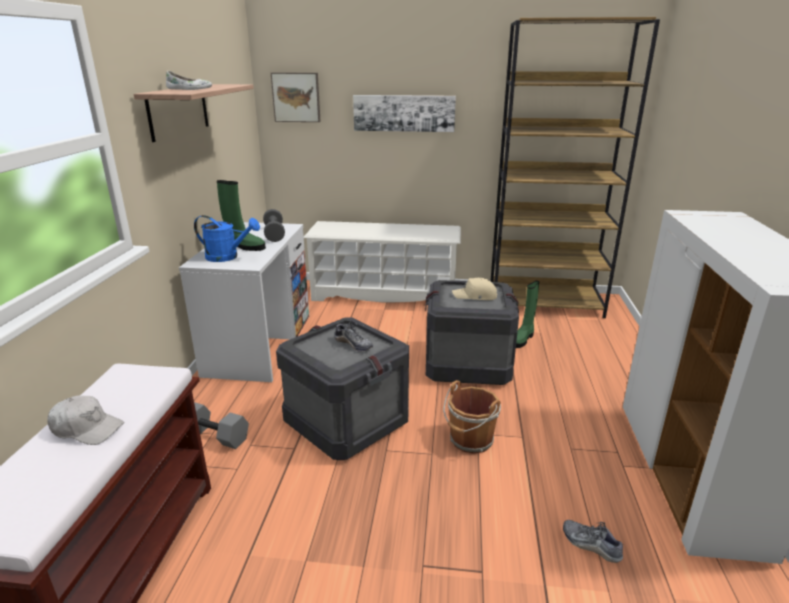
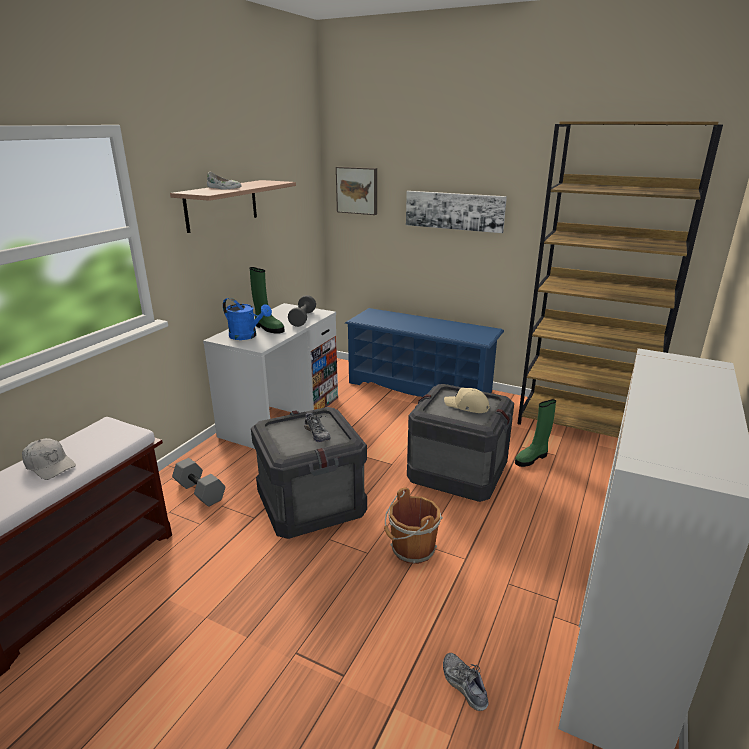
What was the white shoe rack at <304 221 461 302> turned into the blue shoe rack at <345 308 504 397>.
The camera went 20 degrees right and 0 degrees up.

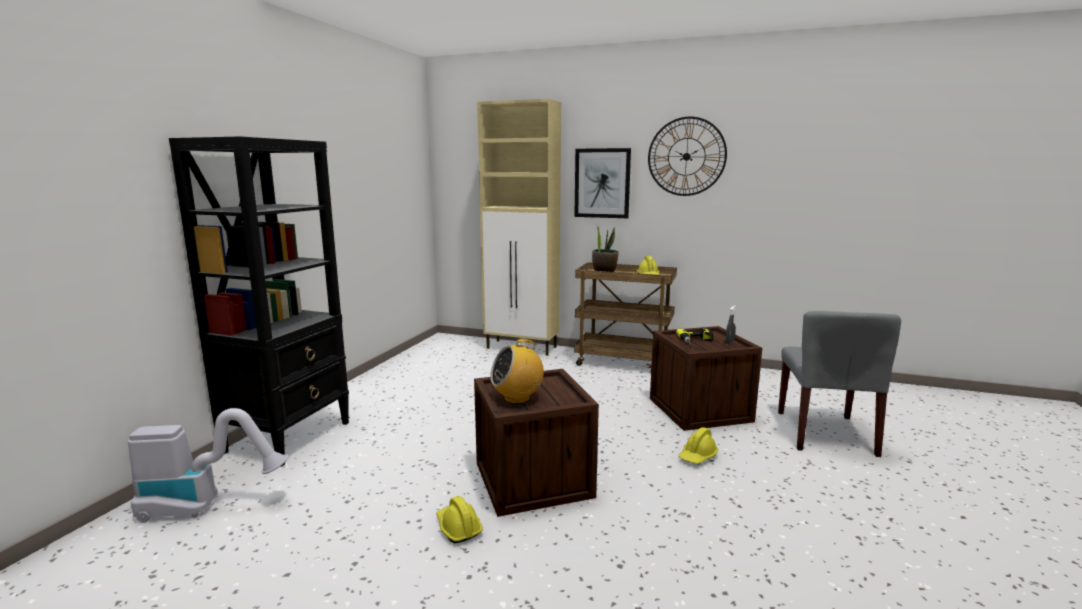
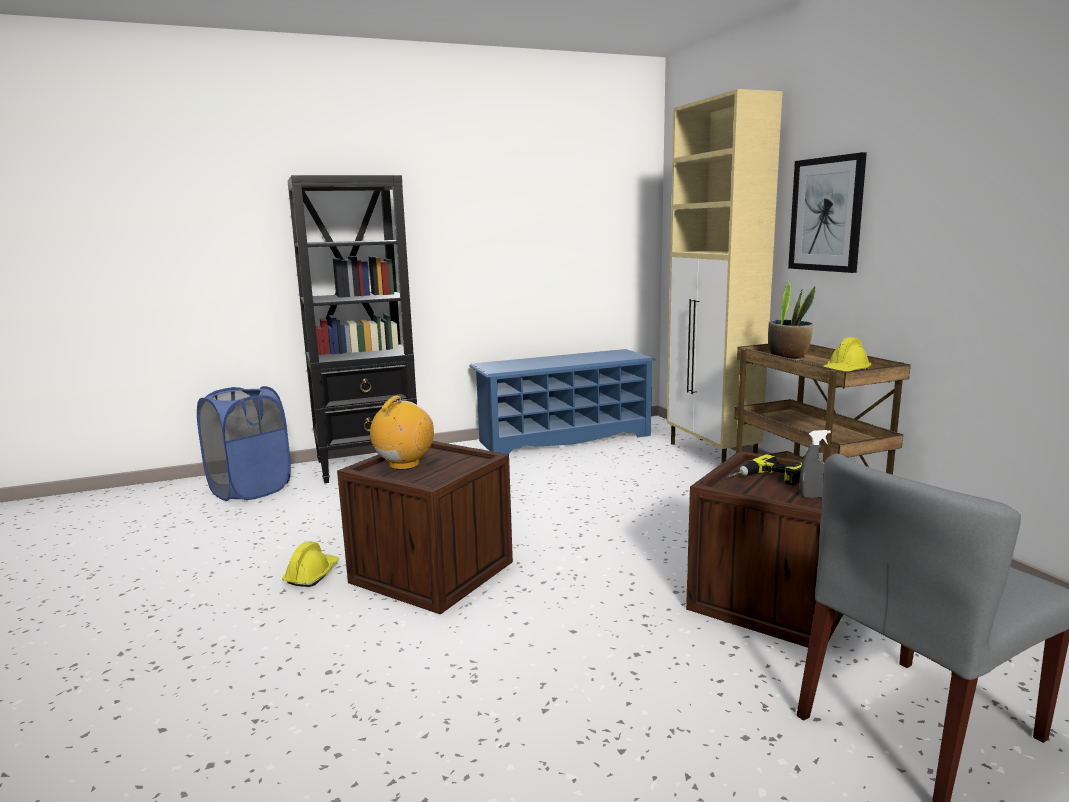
Where the vacuum cleaner stood at <128 408 289 523>, the blue laundry basket came to stand at <197 386 291 501>.
The radio at <490 339 544 404> ended up facing another way, 90 degrees clockwise from before.
The second view gained the blue shoe rack at <469 349 656 454>.
The second view lost the wall clock at <648 116 727 196>.
The second view lost the yellow hard hat at <678 427 718 464>.
The camera went 50 degrees right and 0 degrees up.

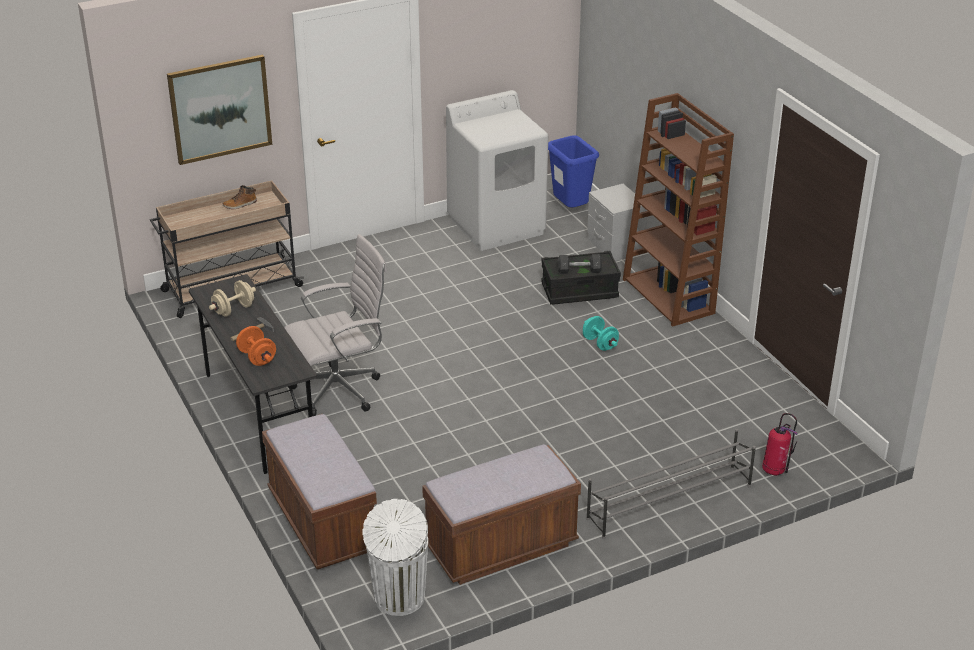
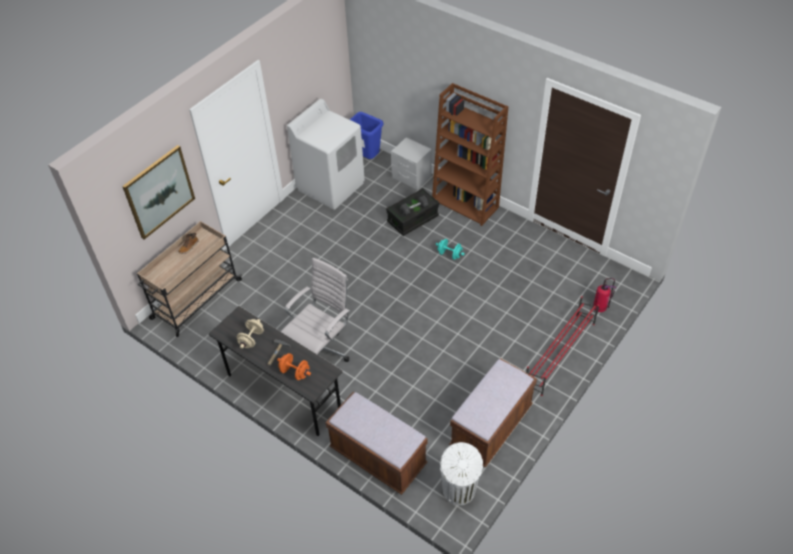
What was the grey shoe rack at <586 429 756 539> turned into the red shoe rack at <526 296 599 396>.
The camera went 25 degrees left and 15 degrees up.

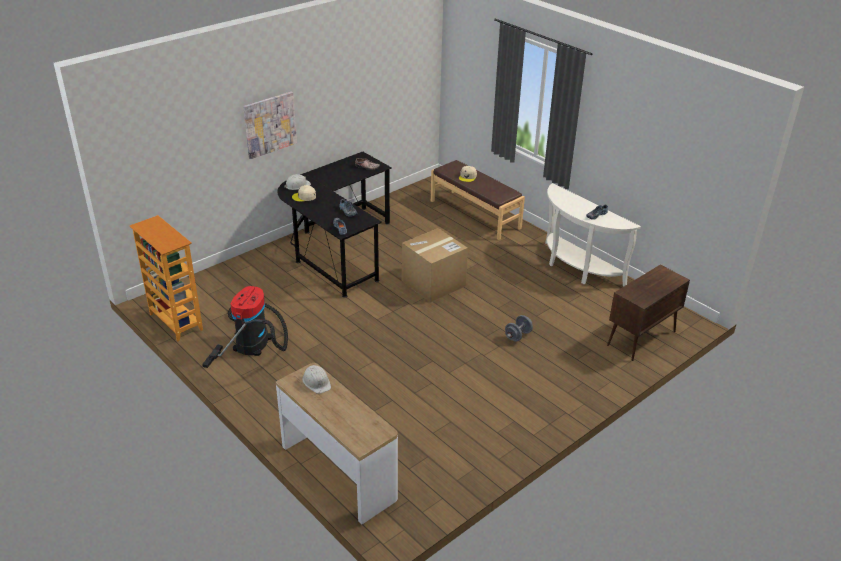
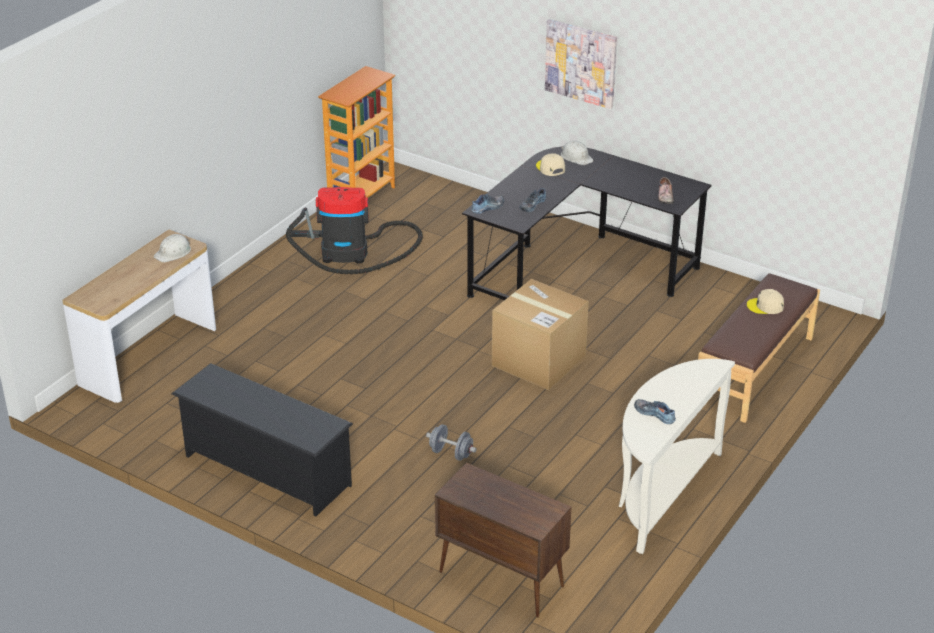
The second view gained the black shoe rack at <171 363 353 517>.
The camera went 75 degrees right and 0 degrees up.

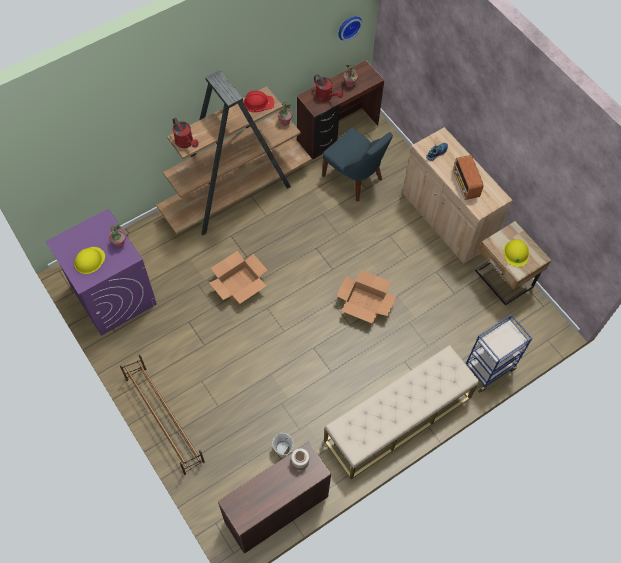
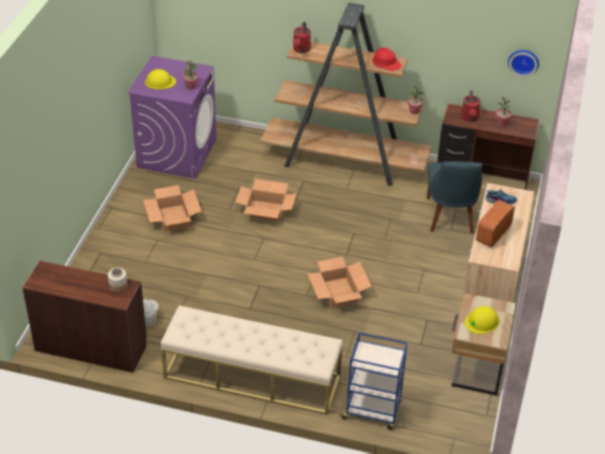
The second view gained the cardboard box at <143 185 202 232>.
The second view lost the brown shoe rack at <120 355 205 475>.
The camera went 50 degrees right and 20 degrees down.

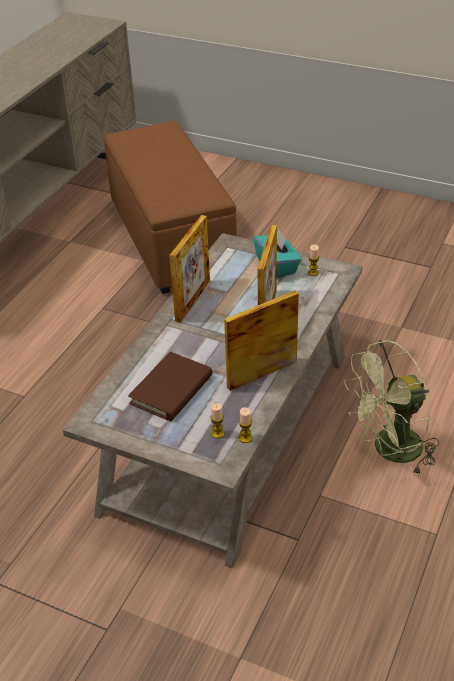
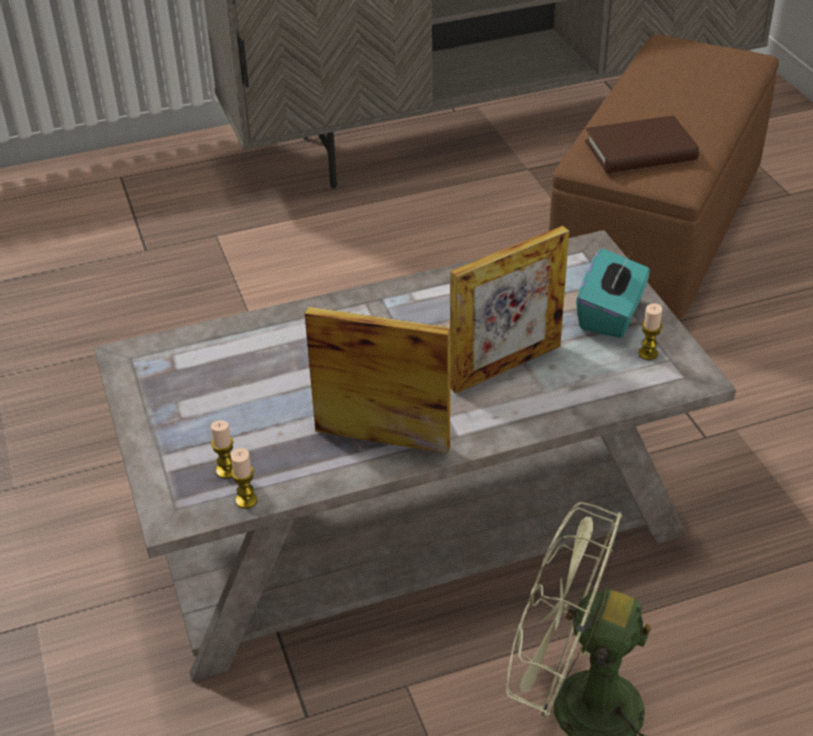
The brown book ended up elsewhere, having gone from <128 352 212 421> to <585 115 699 173>.
The second view lost the picture frame at <169 215 210 323>.
The camera went 45 degrees right and 0 degrees up.

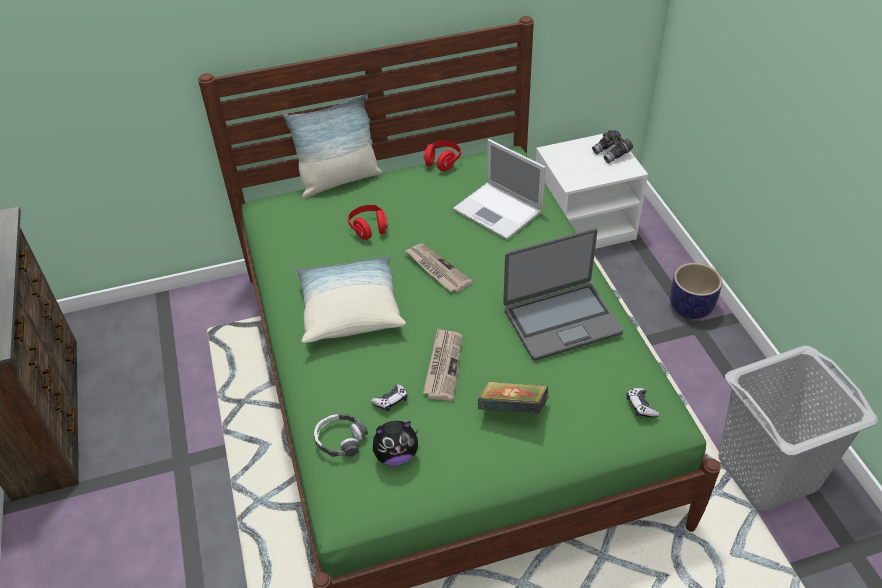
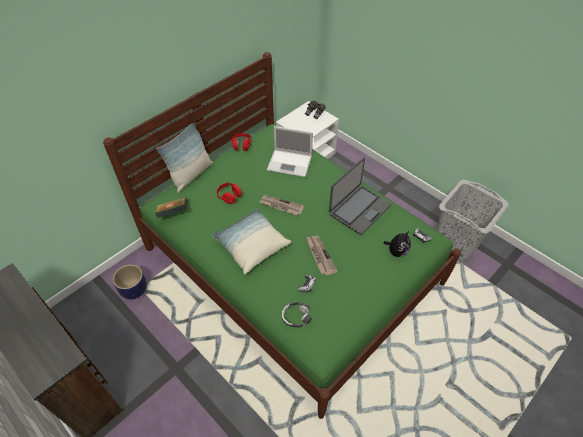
The planter ended up elsewhere, having gone from <670 263 722 319> to <112 264 147 299>.
The book ended up elsewhere, having gone from <478 382 549 414> to <155 197 188 218>.
The plush toy ended up elsewhere, having gone from <373 421 418 466> to <383 231 411 257>.
The camera went 30 degrees left and 5 degrees up.

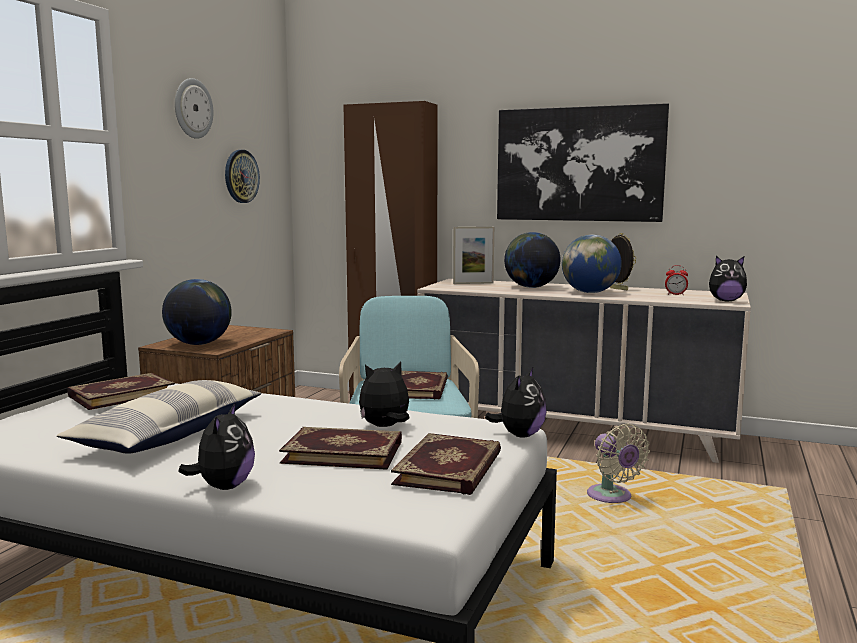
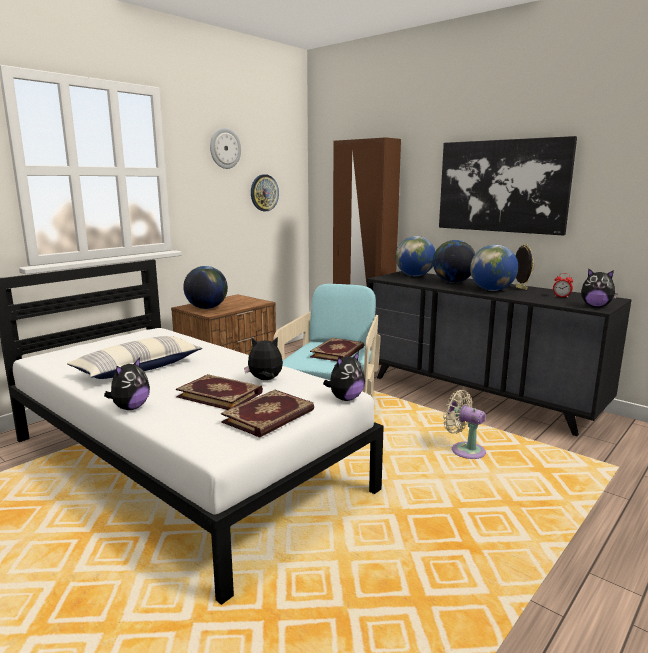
What was the beige dresser at <417 279 751 463> turned into the black dresser at <367 271 632 436>.
Where the picture frame stood at <453 227 494 284>, the globe came to stand at <395 236 435 276>.
The beige fan at <587 424 650 503> ended up facing another way, 135 degrees clockwise from before.
The second view lost the book at <67 373 175 410>.
The camera went 20 degrees right and 5 degrees up.

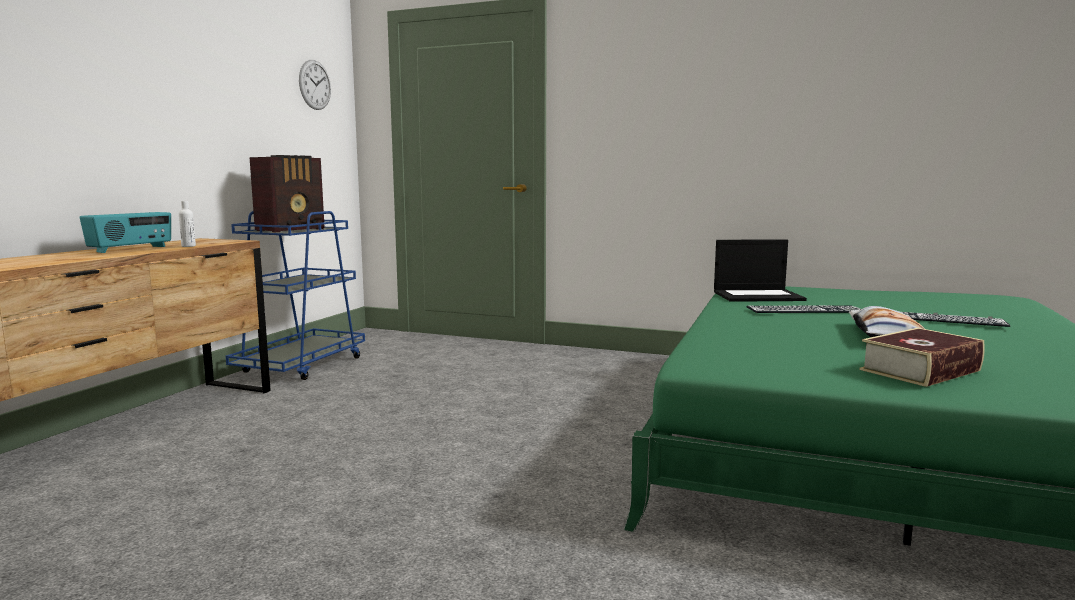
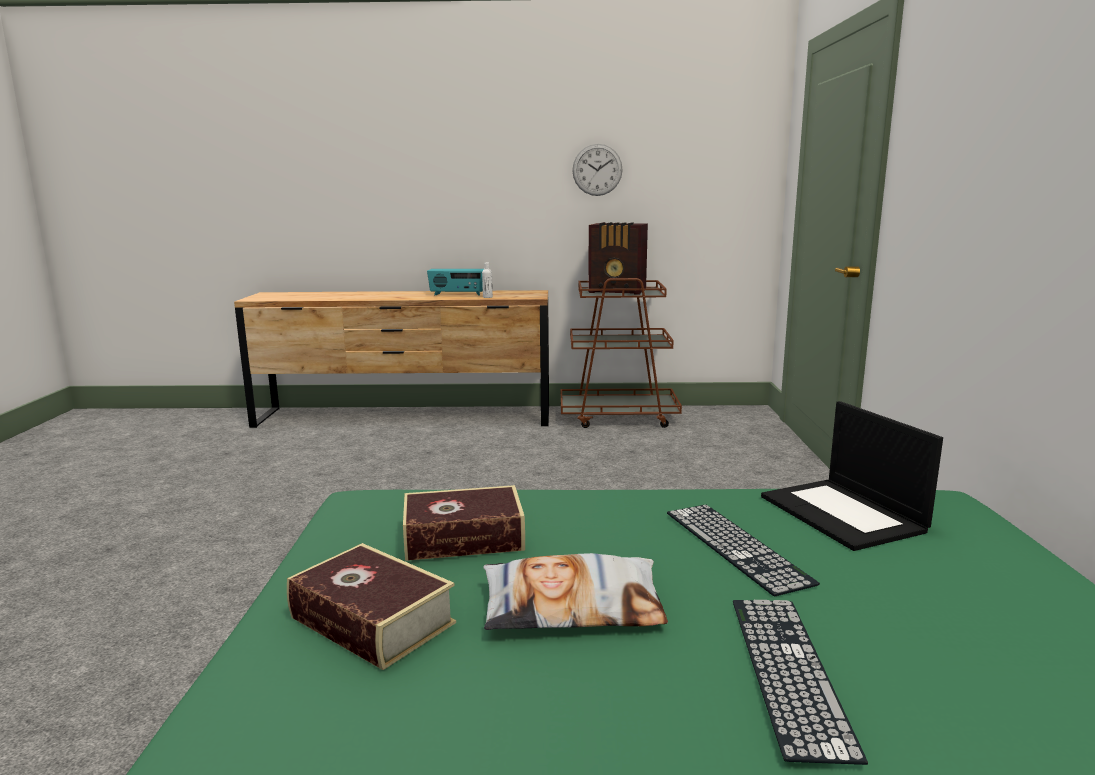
The second view gained the book at <403 485 525 561>.
What was the blue cart at <226 211 365 380> turned into the brown cart at <561 278 682 428>.
The wall clock ended up elsewhere, having gone from <299 60 331 110> to <572 144 623 196>.
The camera went 70 degrees right and 5 degrees up.

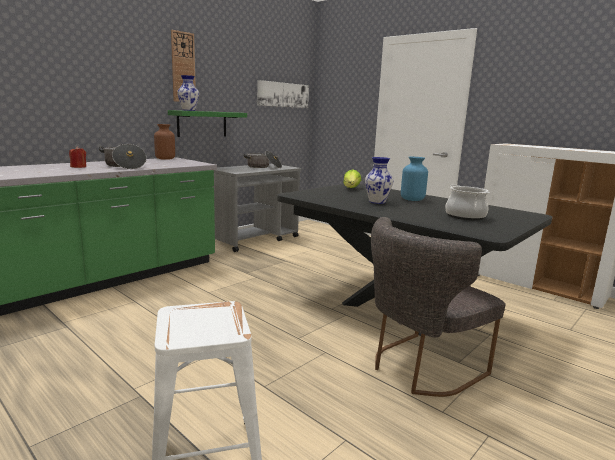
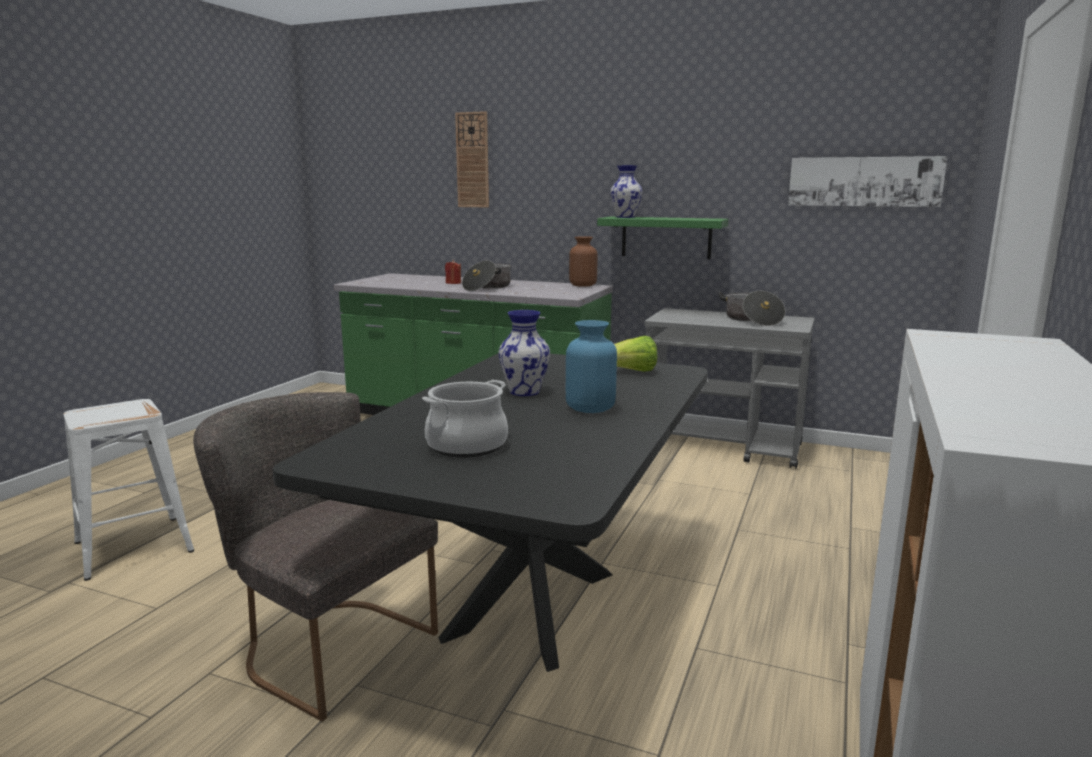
The wall clock ended up elsewhere, having gone from <171 30 196 102> to <455 111 489 208>.
The camera went 70 degrees right and 0 degrees up.

